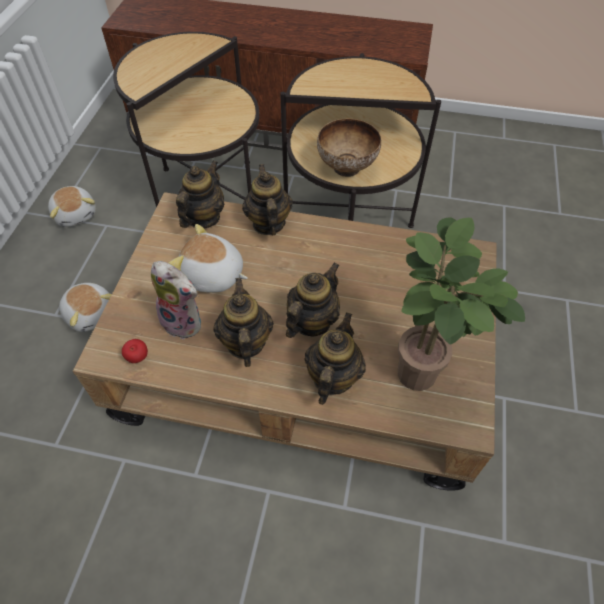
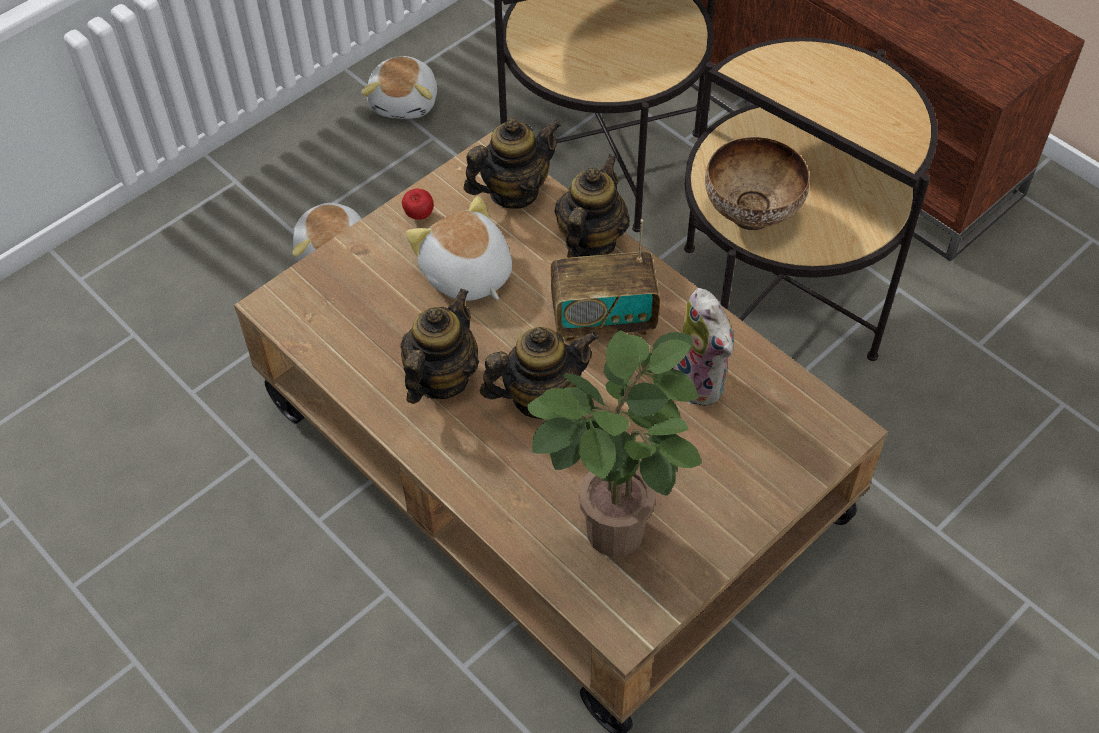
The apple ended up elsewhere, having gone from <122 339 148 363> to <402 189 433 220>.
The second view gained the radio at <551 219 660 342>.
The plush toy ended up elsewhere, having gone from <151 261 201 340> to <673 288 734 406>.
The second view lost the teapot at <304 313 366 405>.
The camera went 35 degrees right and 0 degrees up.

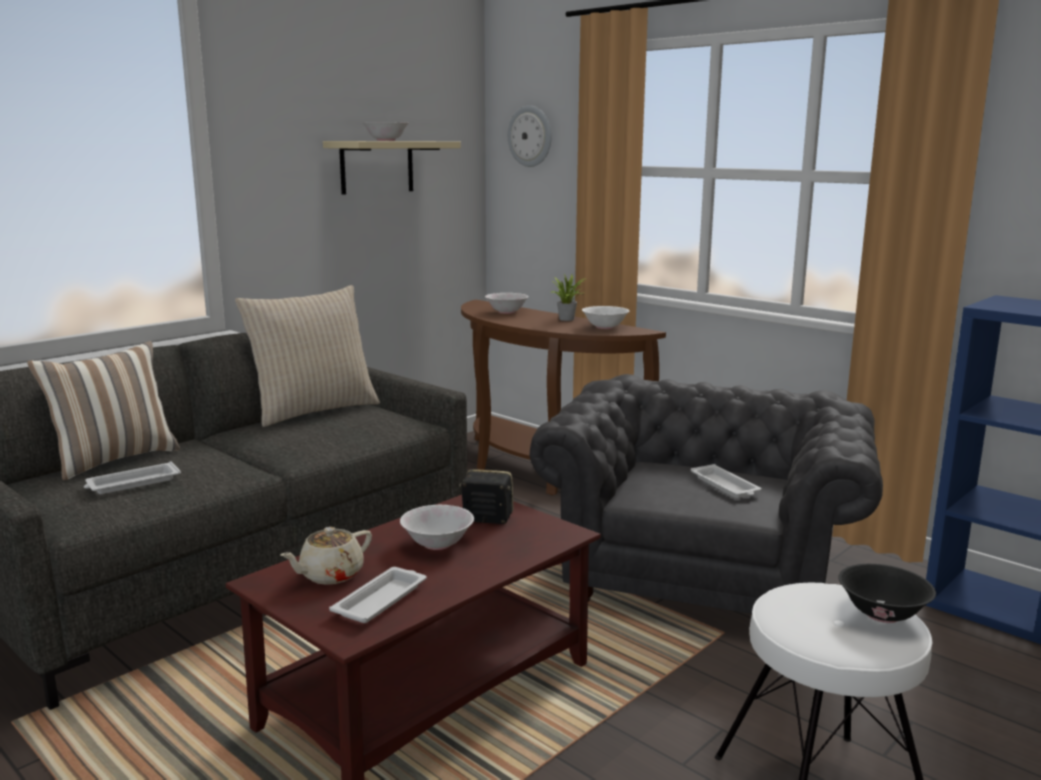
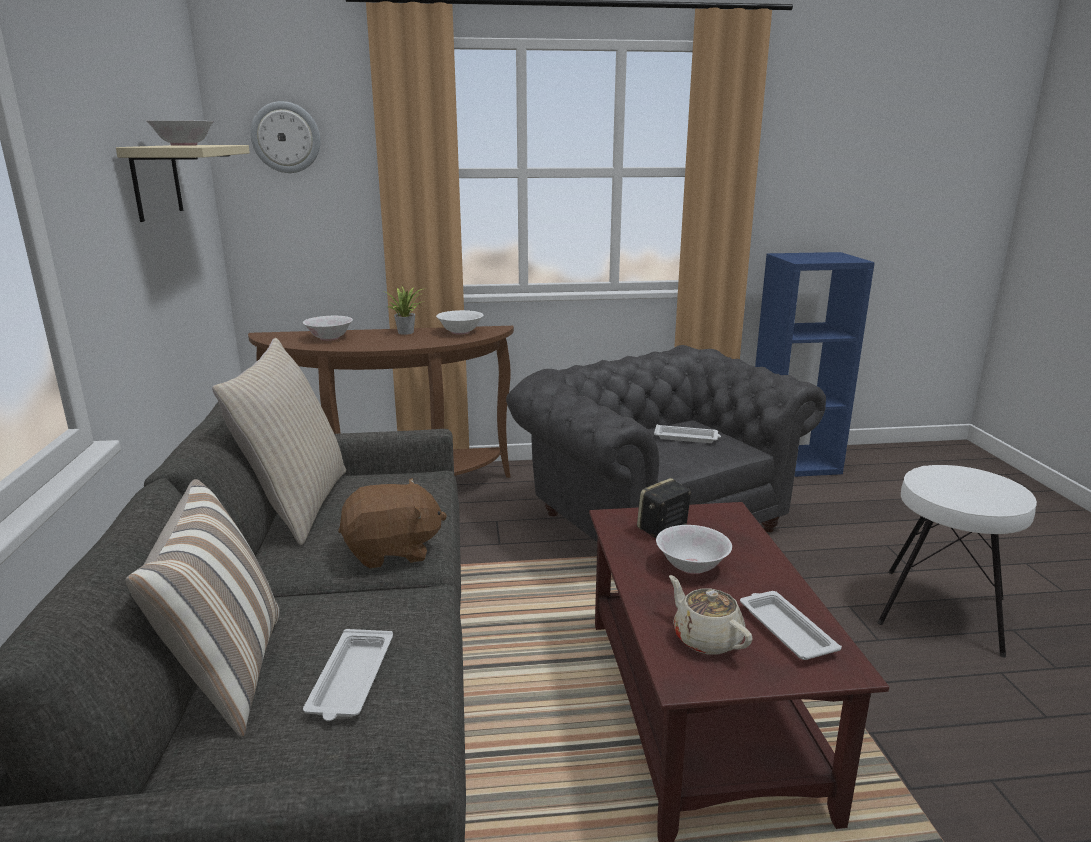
The second view gained the brown plush toy at <338 478 447 569>.
The beige teapot at <280 527 372 585> ended up facing another way, 150 degrees clockwise from before.
The second view lost the black bowl at <838 564 936 623>.
The camera went 50 degrees left and 5 degrees up.

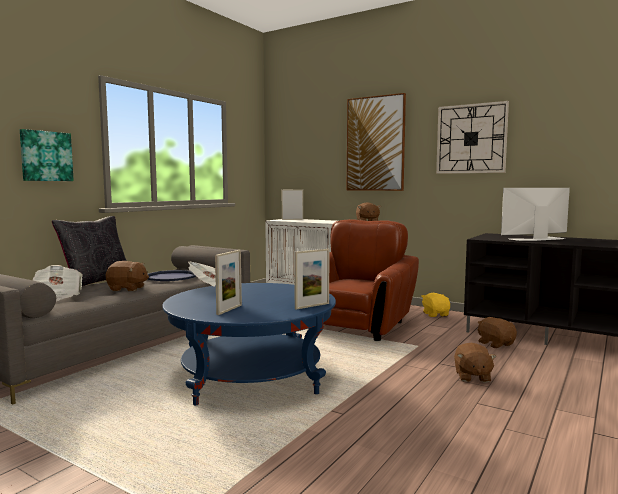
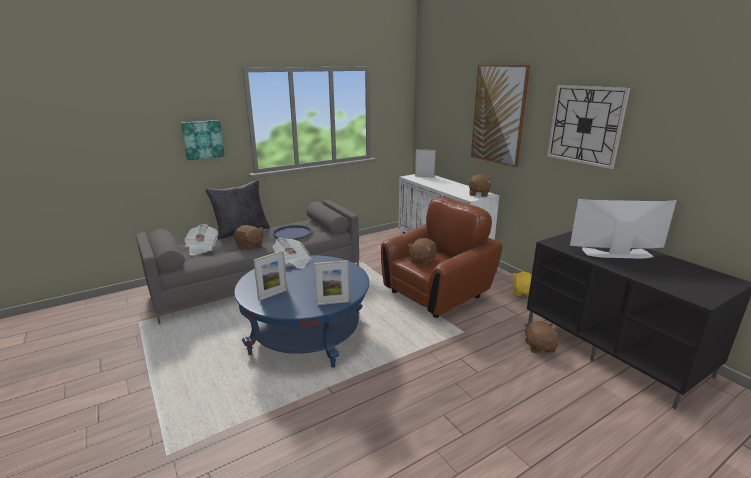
The brown plush toy ended up elsewhere, having gone from <454 343 497 383> to <408 238 437 265>.
The camera went 25 degrees right and 15 degrees up.

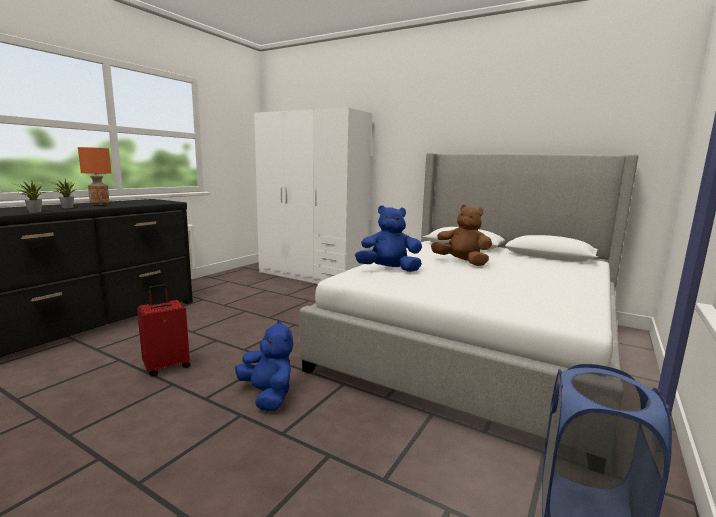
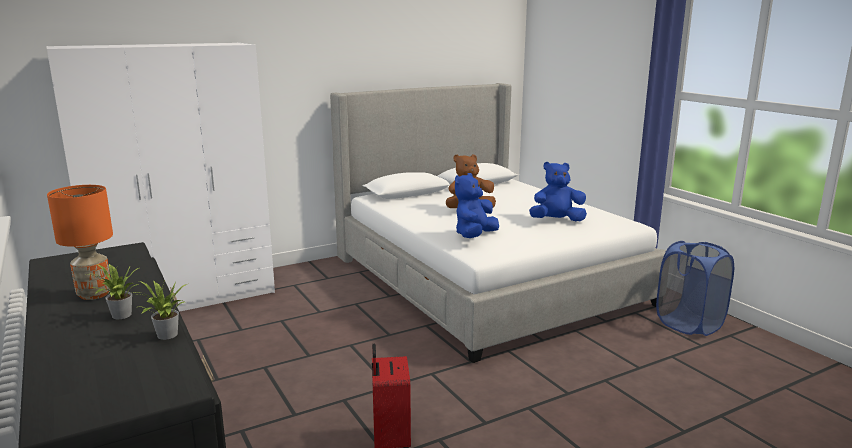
The blue plush toy ended up elsewhere, having gone from <235 320 293 411> to <529 162 587 221>.
The camera went 60 degrees left and 5 degrees up.

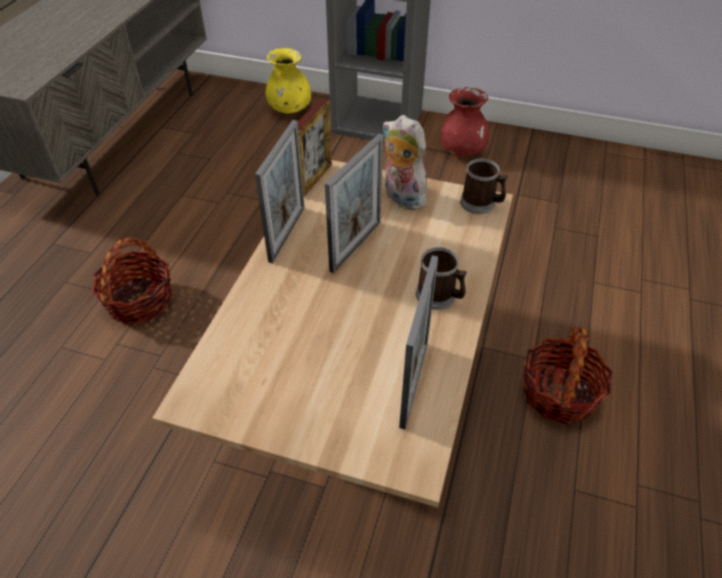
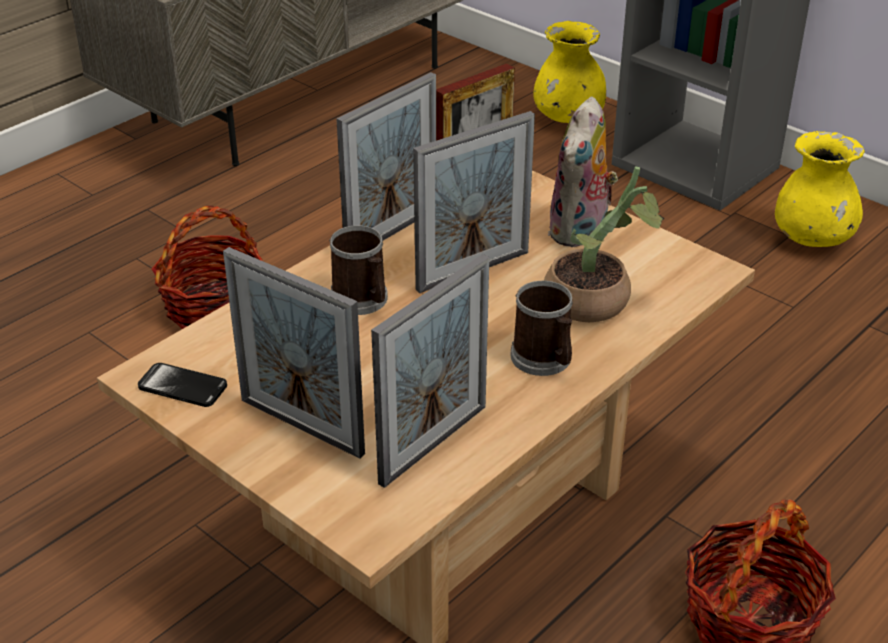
The second view gained the phone at <138 363 227 407>.
The second view gained the picture frame at <223 247 365 459>.
The mug ended up elsewhere, having gone from <460 159 508 214> to <329 225 388 315>.
The second view gained the potted plant at <544 167 665 322>.
The plush toy at <383 115 427 210> ended up facing another way, 135 degrees counterclockwise from before.
What was the red vase at <441 87 489 156> turned into the yellow vase at <775 131 865 247>.
The camera went 25 degrees right and 10 degrees down.

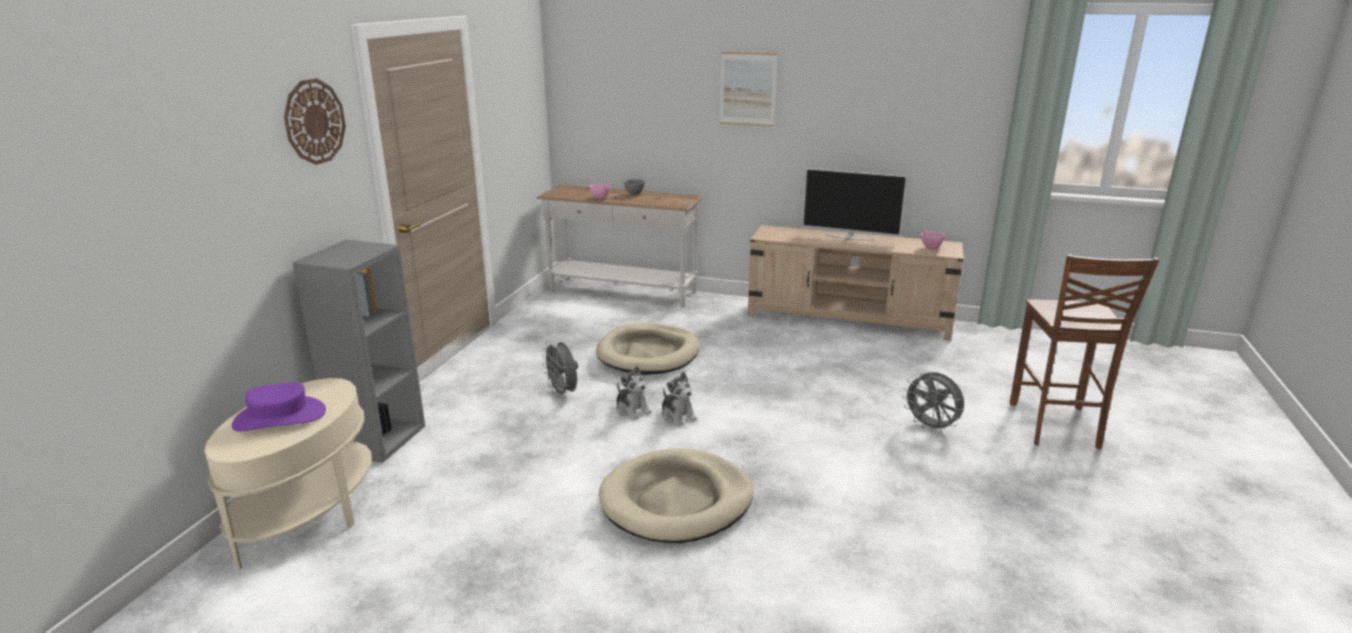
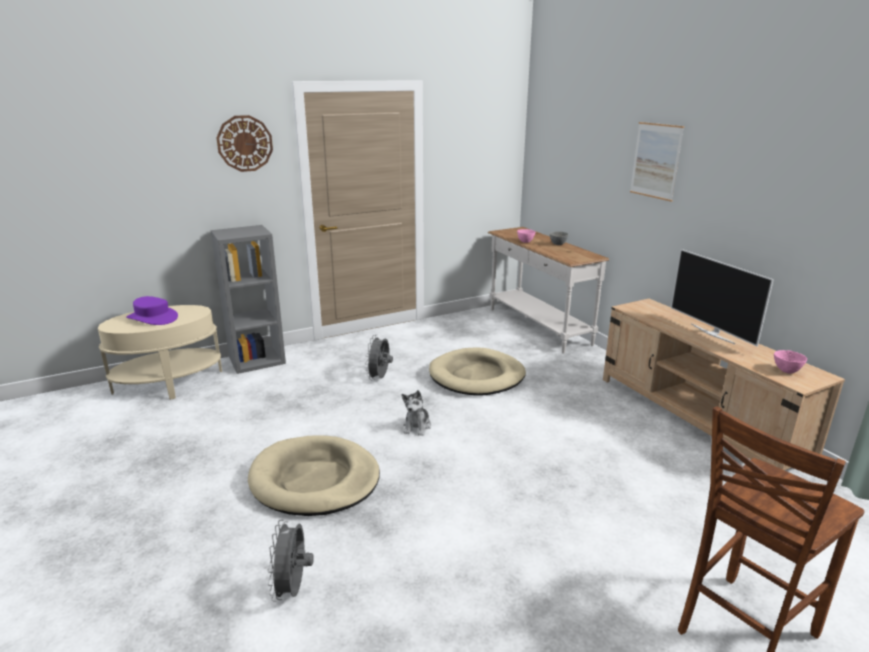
The grey fan ended up elsewhere, having gone from <902 372 964 433> to <267 520 314 601>.
The second view lost the plush toy at <616 366 652 420>.
The camera went 45 degrees right and 0 degrees up.

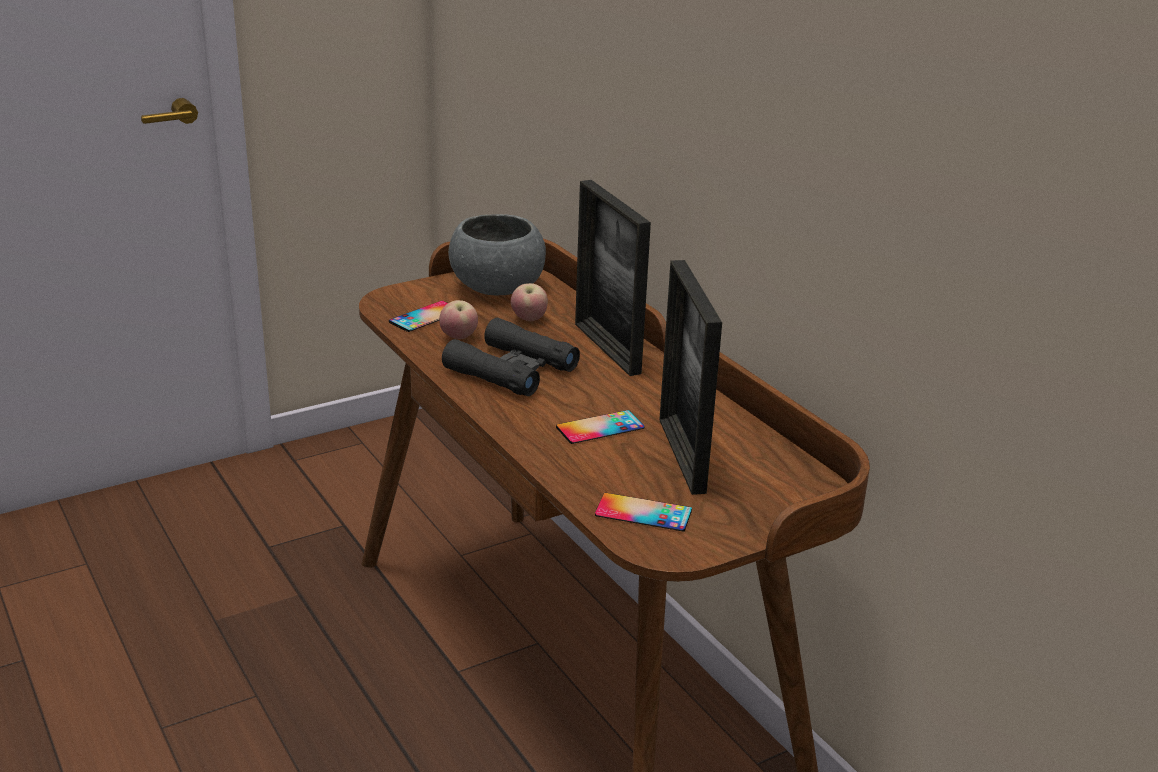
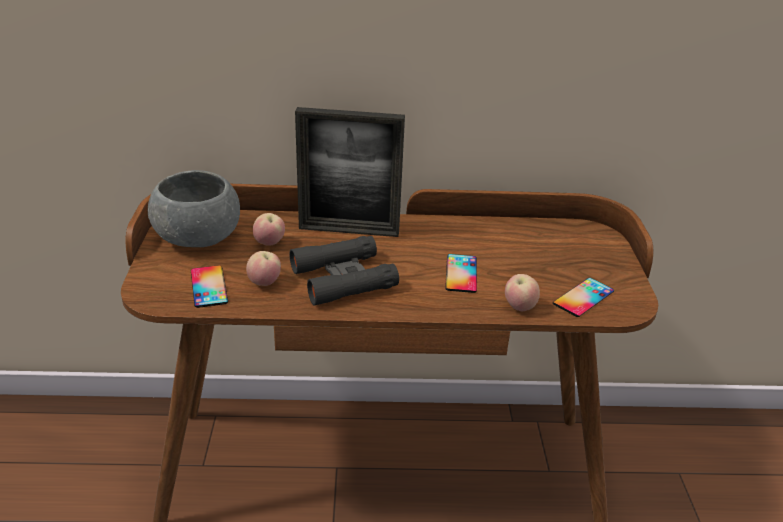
The second view gained the apple at <505 274 540 311>.
The second view lost the picture frame at <659 260 722 495>.
The camera went 60 degrees left and 5 degrees up.

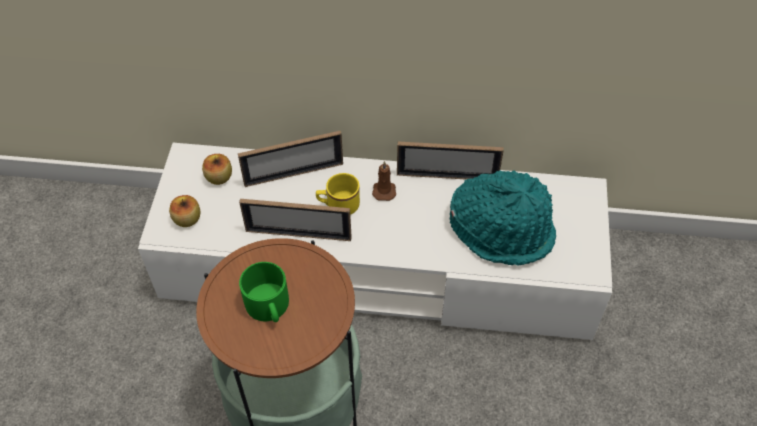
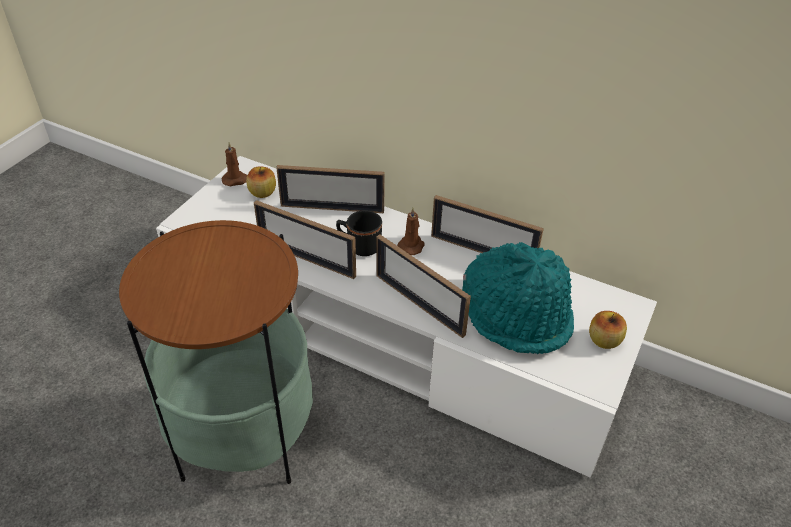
The second view gained the brown candle at <221 142 247 186>.
What was the yellow mug at <316 173 360 215> turned into the black mug at <336 211 382 256>.
The second view gained the picture frame at <376 234 471 338>.
The apple ended up elsewhere, having gone from <169 195 201 227> to <589 311 627 349>.
The second view lost the green mug at <239 262 289 322>.
The camera went 20 degrees right and 10 degrees down.

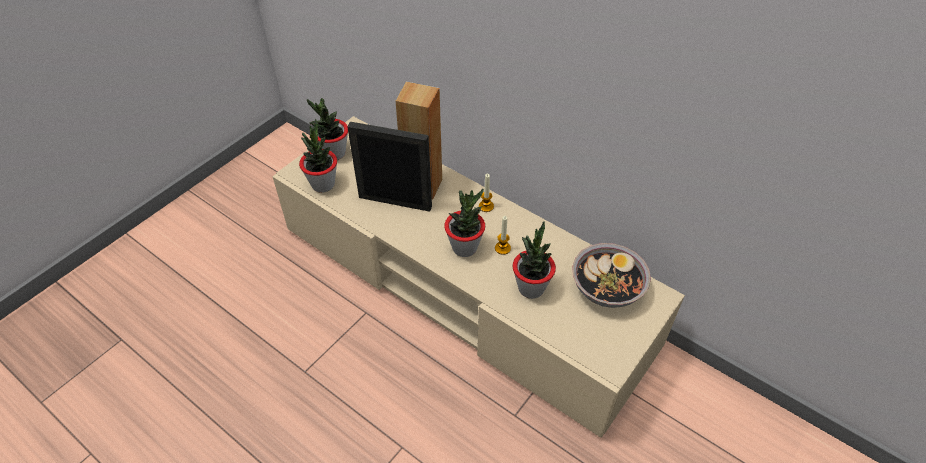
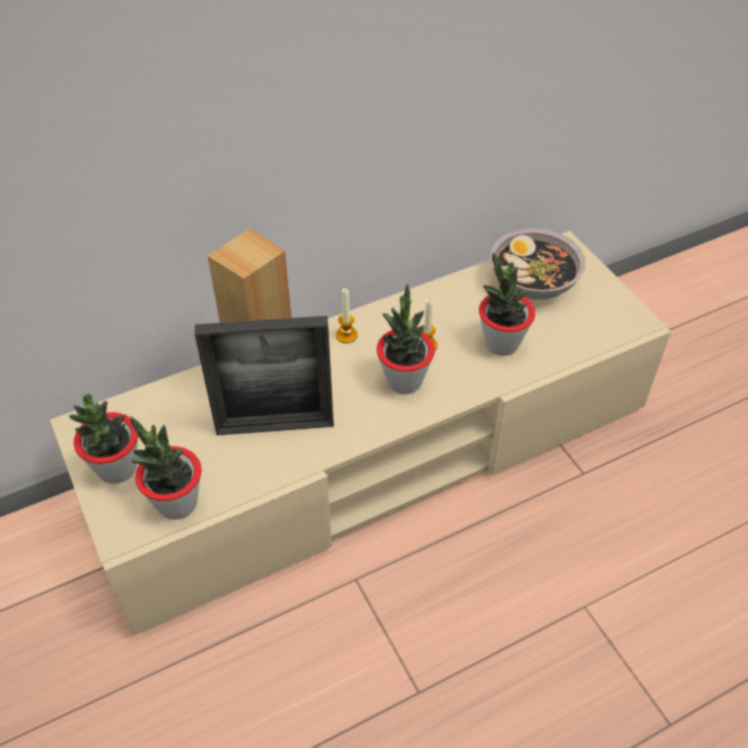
The picture frame at <347 122 432 212> ended up facing another way, 135 degrees counterclockwise from before.
The camera went 65 degrees left and 0 degrees up.

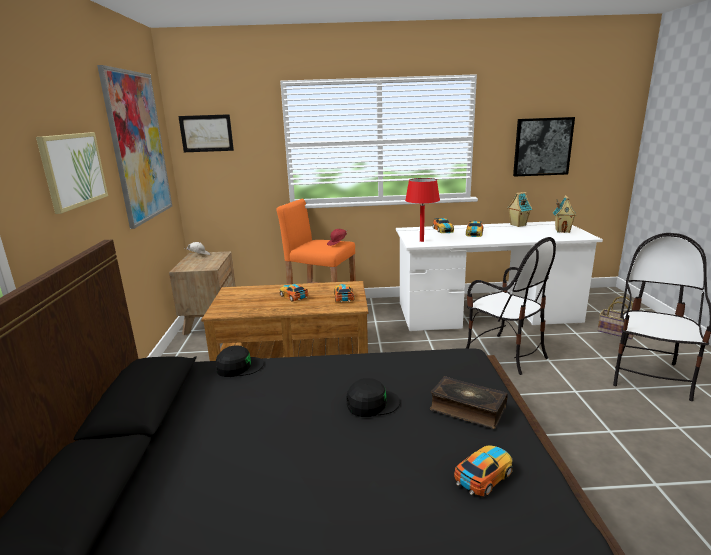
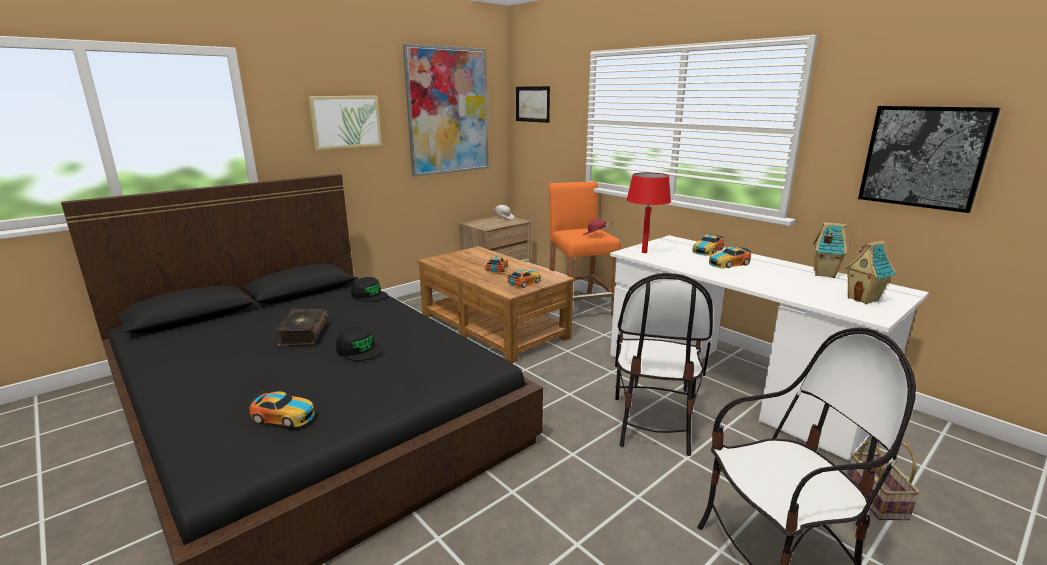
The book ended up elsewhere, having gone from <430 376 508 429> to <276 309 328 346>.
The camera went 50 degrees right and 0 degrees up.

